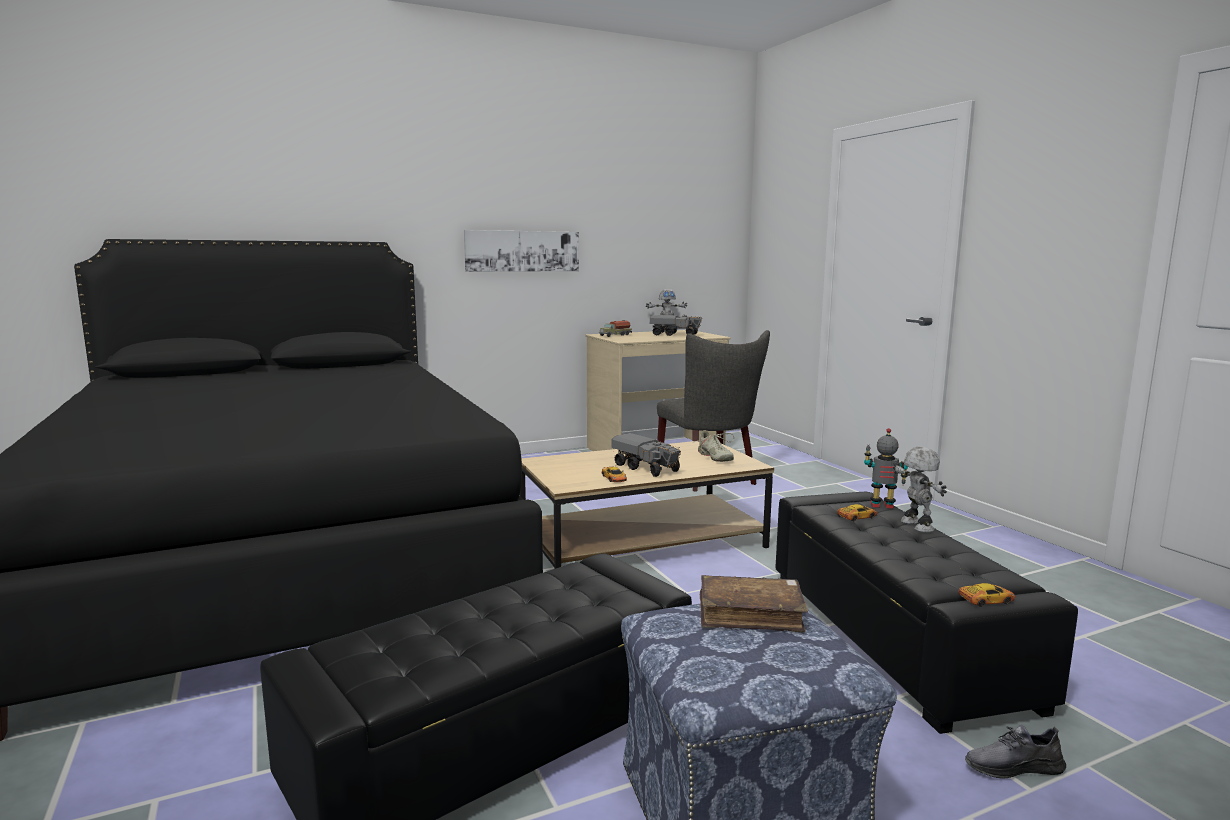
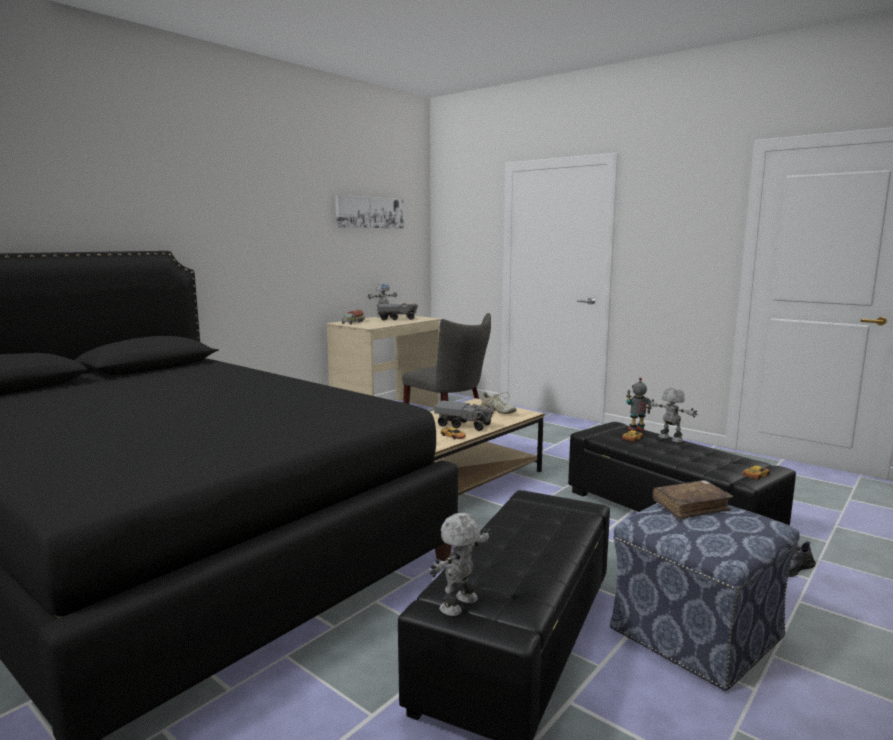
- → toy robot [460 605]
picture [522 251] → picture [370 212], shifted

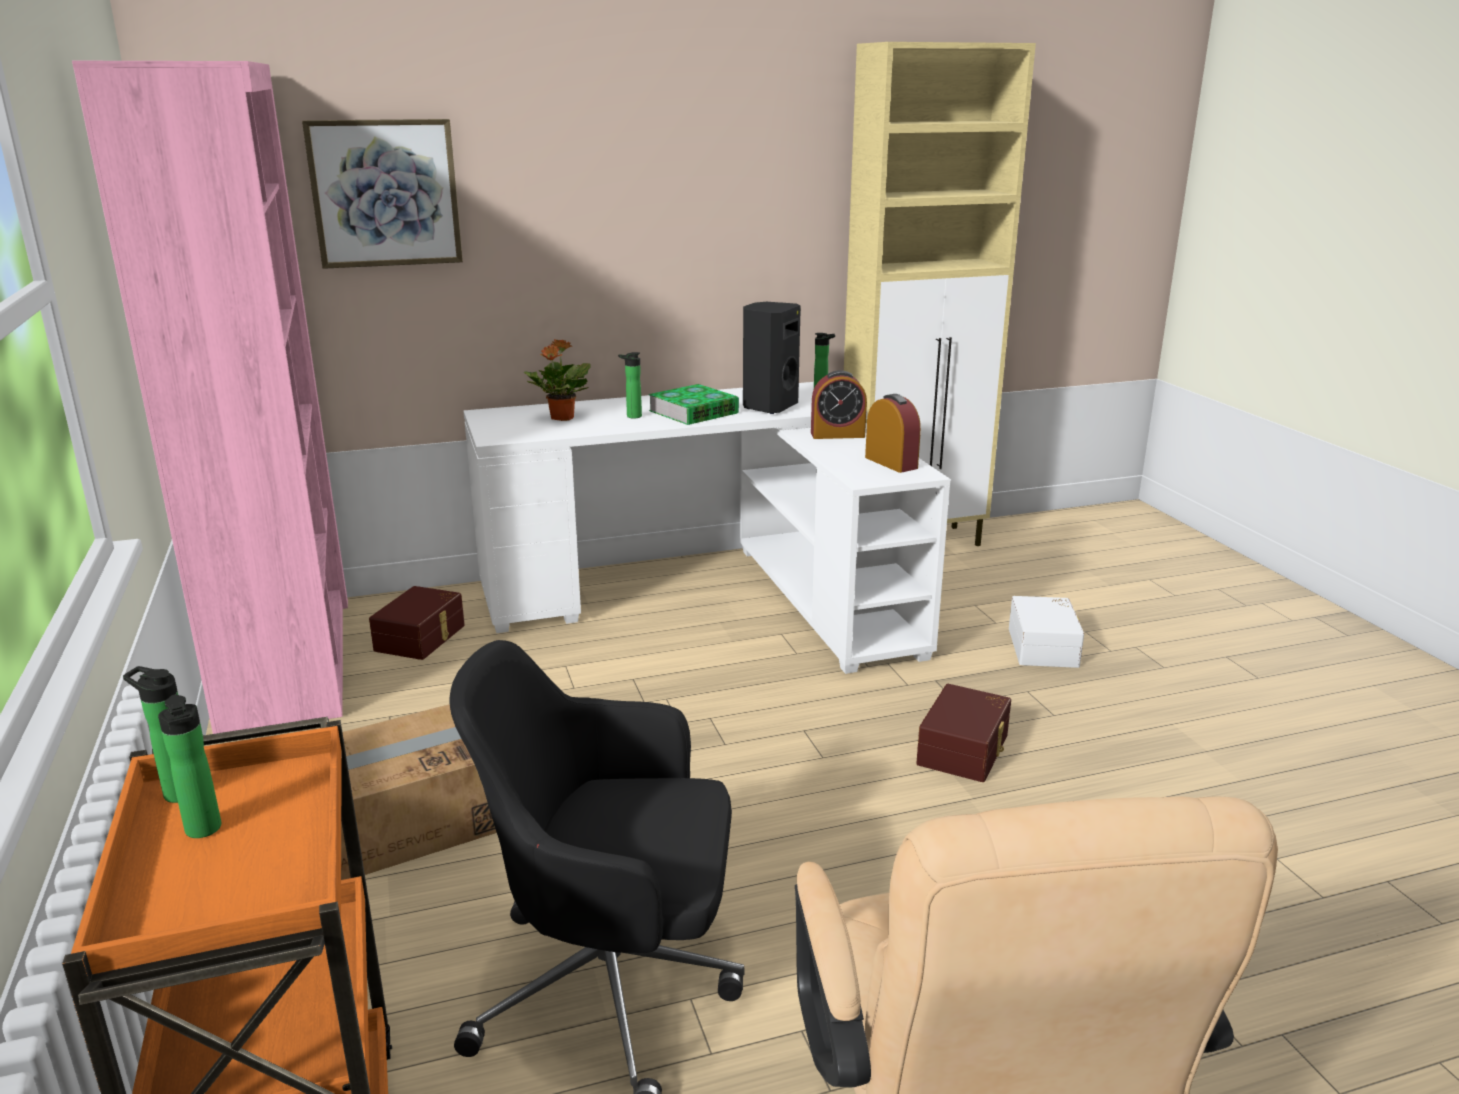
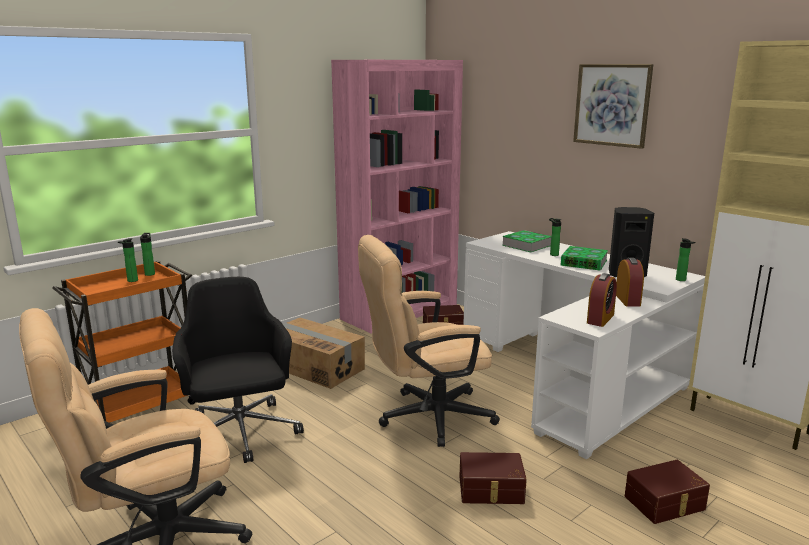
- → office chair (beige) [425 417]
picture [385 193] → picture [612 105], shifted
potted plant [561 418] → book [527 245]
storage box (white) [1045 647] → storage box (brown) [665 503]
alarm clock [837 435] → alarm clock [627 300], 150 degrees counterclockwise

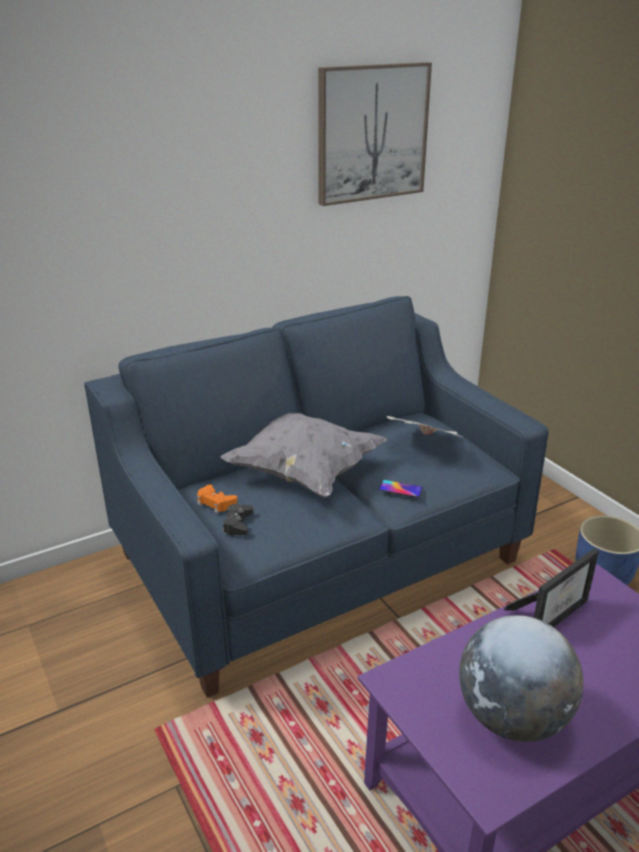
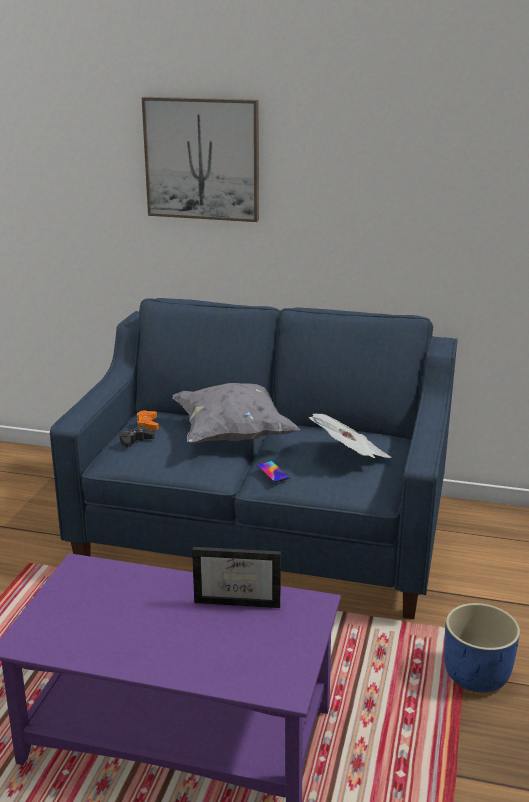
globe [512 717] → -
picture [372 133] → picture [202 159], shifted

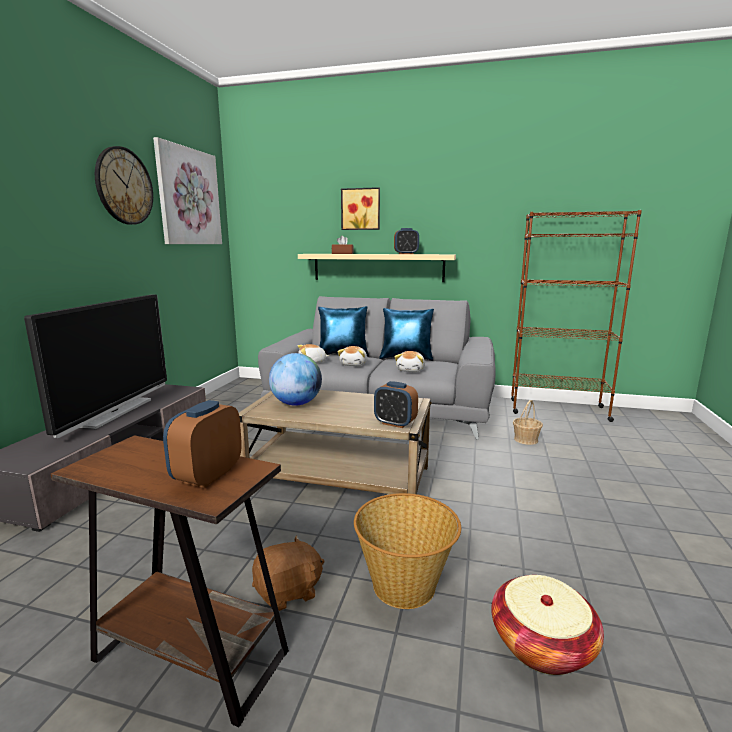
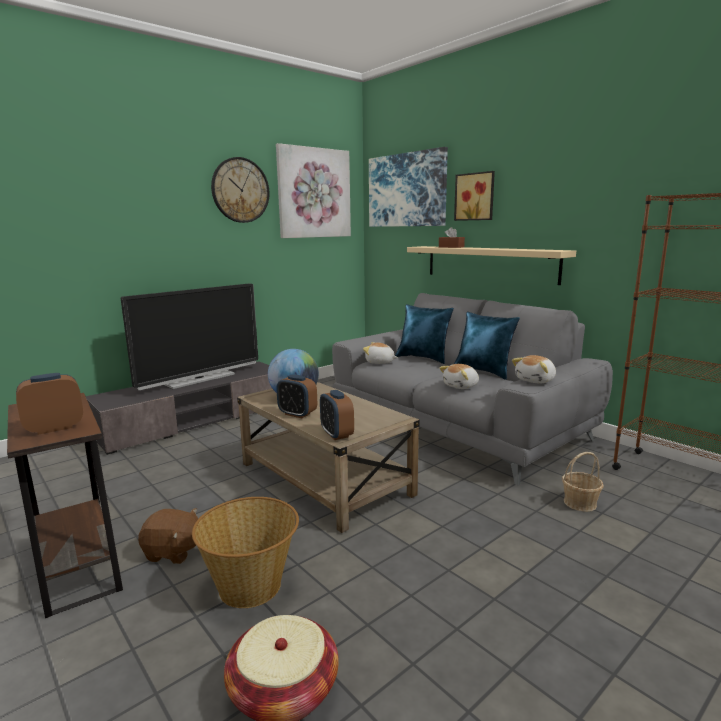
- → picture [406 190]
plush toy [354 364] → plush toy [536 380], shifted
alarm clock [406 254] → alarm clock [297 414], shifted

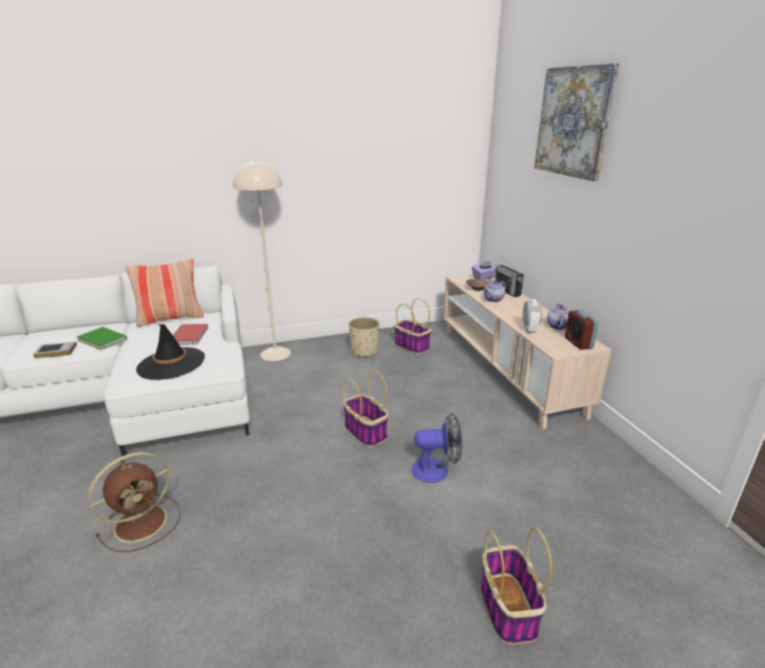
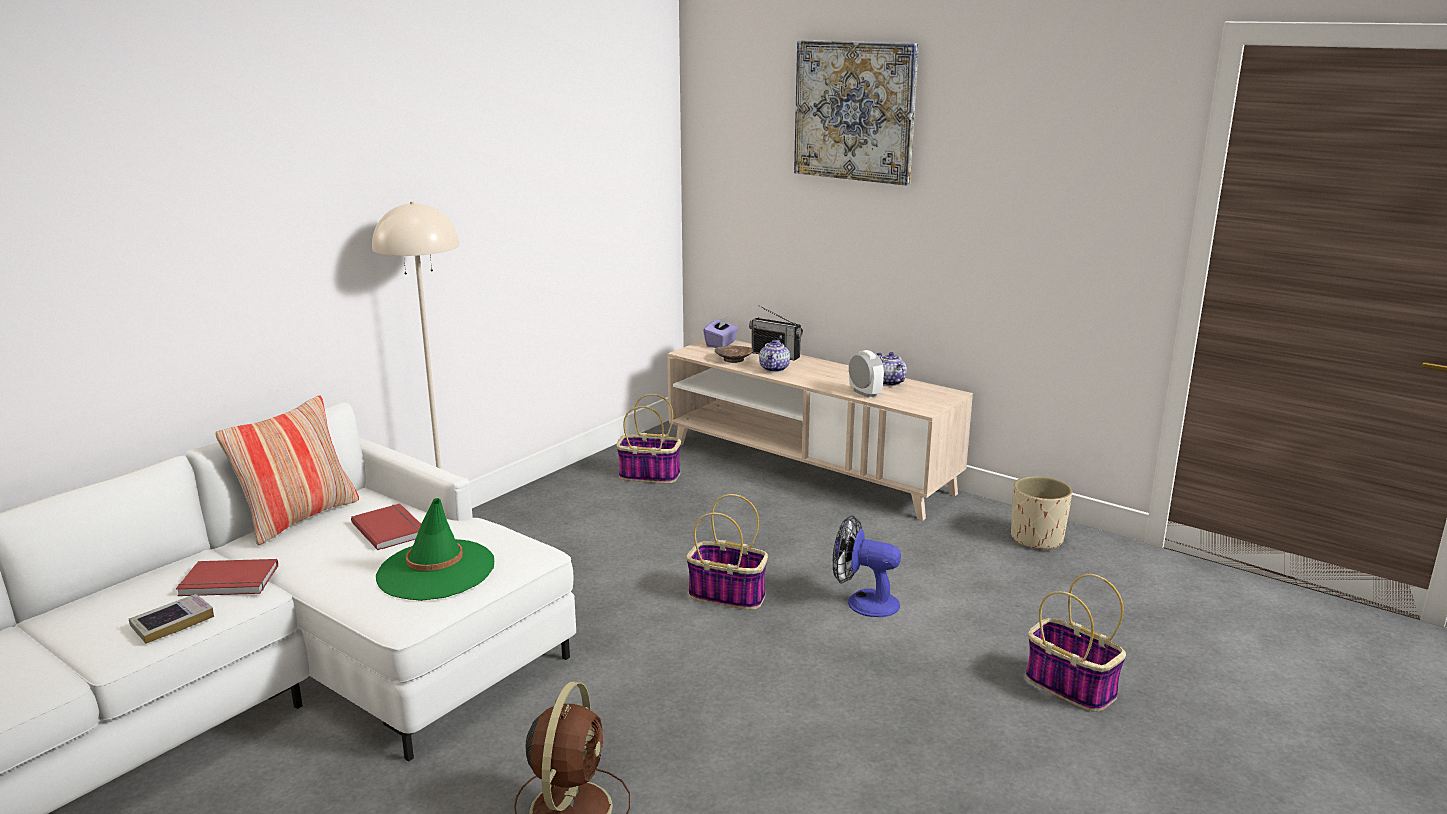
alarm clock [578 343] → -
planter (beige) [364 351] → planter (beige) [1036 539], shifted
book (green) [101 340] → book (red) [228 582]
hat (black) [171 364] → hat (green) [436 571]
fan [437 470] → fan [863 602], 120 degrees counterclockwise

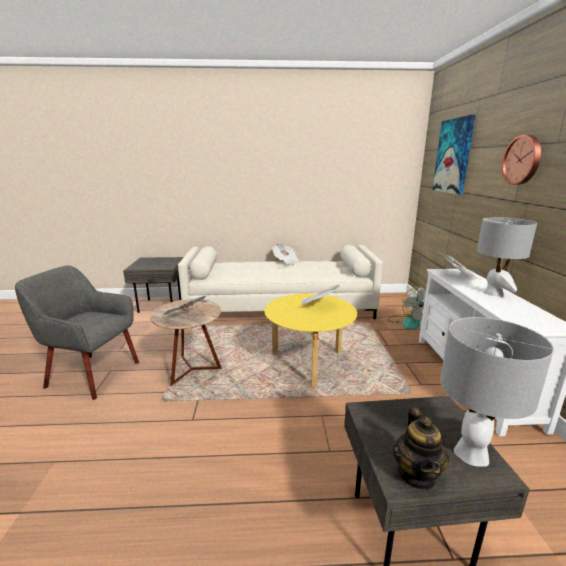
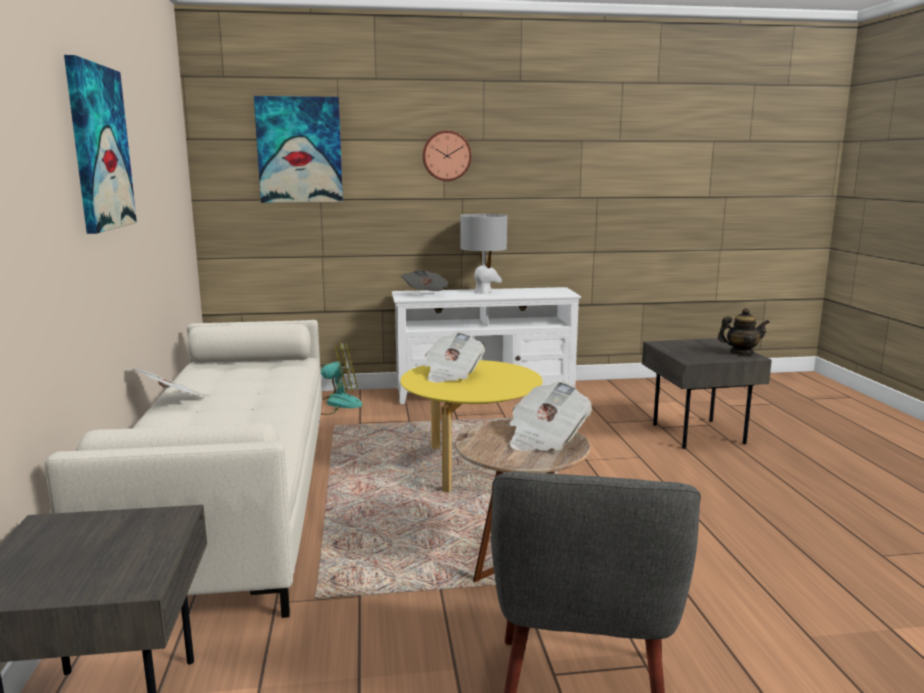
table lamp (grey) [471 453] → -
- → picture [99 148]

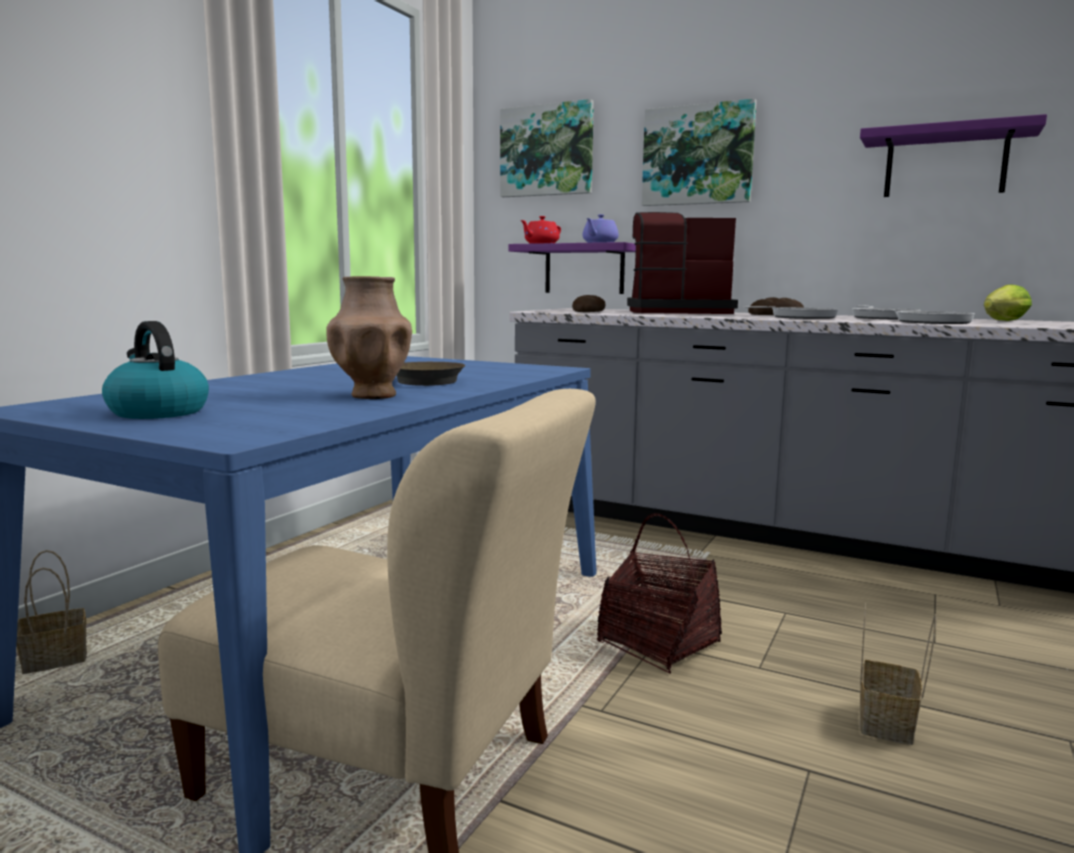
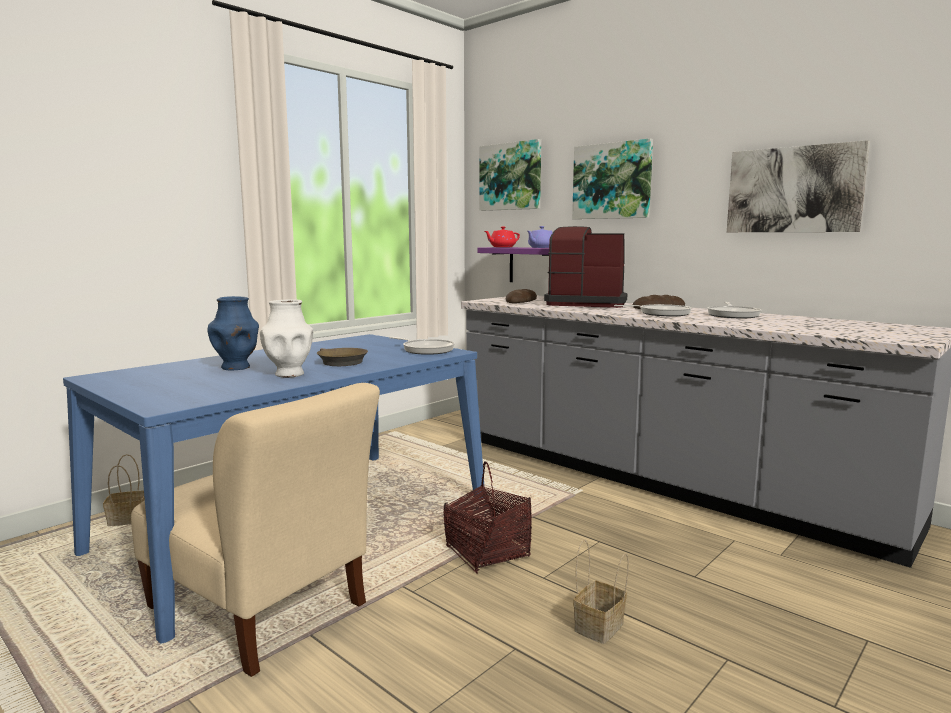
kettle [157 412] → -
lettuce [1002 321] → -
- → vase (blue) [236 367]
frying pan [927 322] → frying pan [426 350], shifted
shelf (purple) [945 164] → picture [794 190]
vase (brown) [373 395] → vase (white) [289 374]

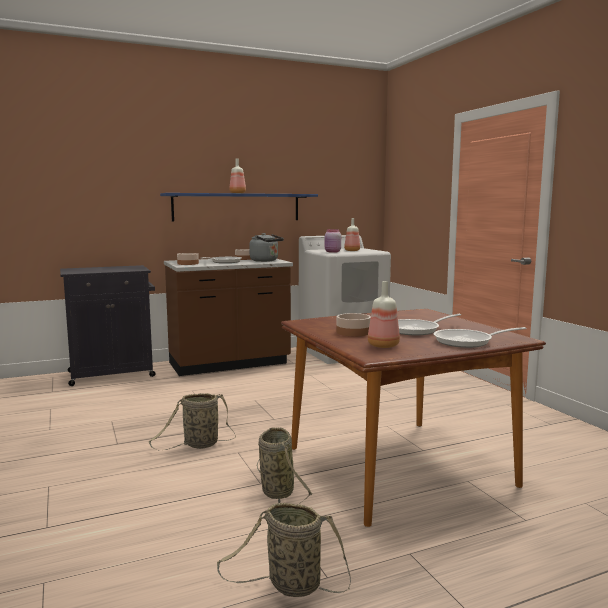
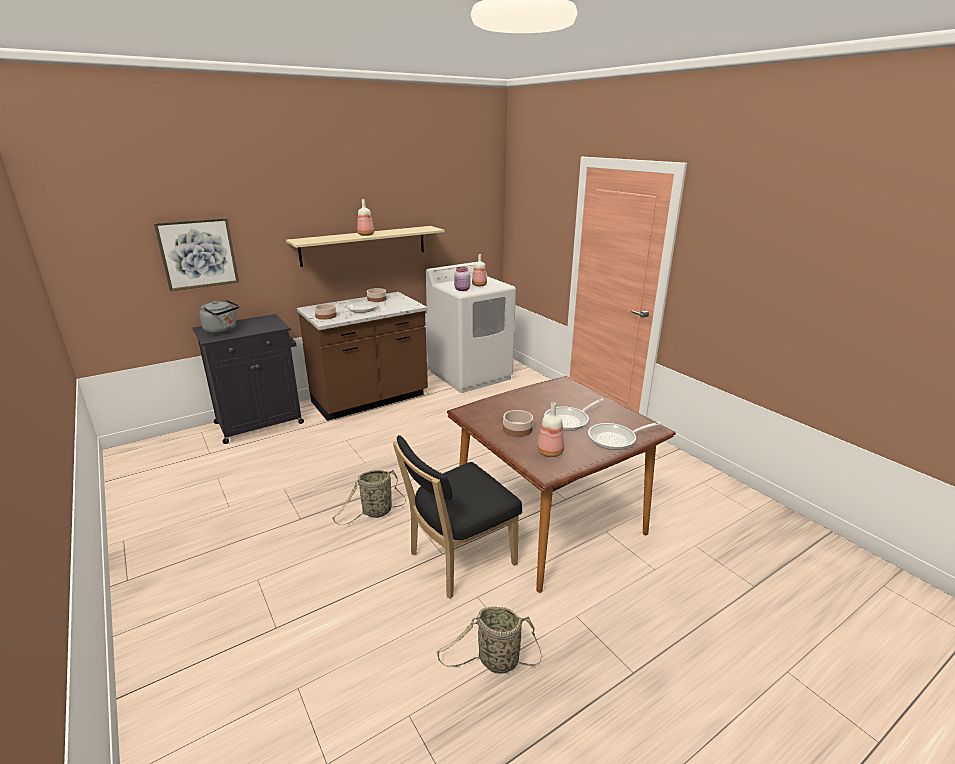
- → picture [198 253]
kettle (grey) [266 261] → kettle (grey) [222 330], shifted
basket [276 490] → chair (black) [458 560]
shelf (blue) [237 207] → shelf (beige) [364 245]

